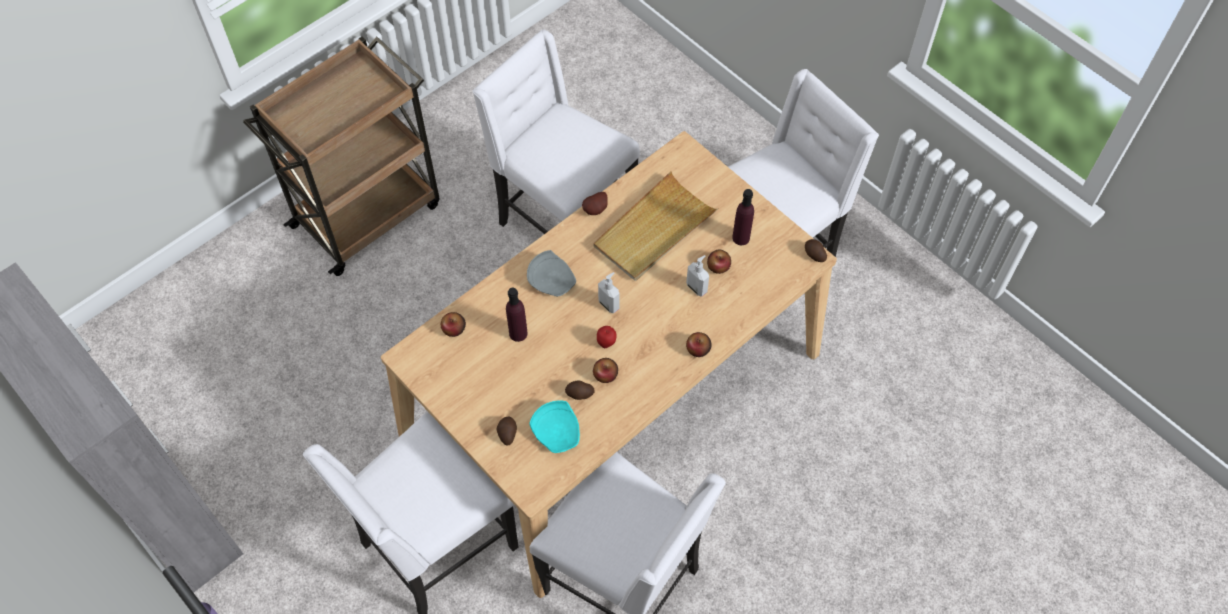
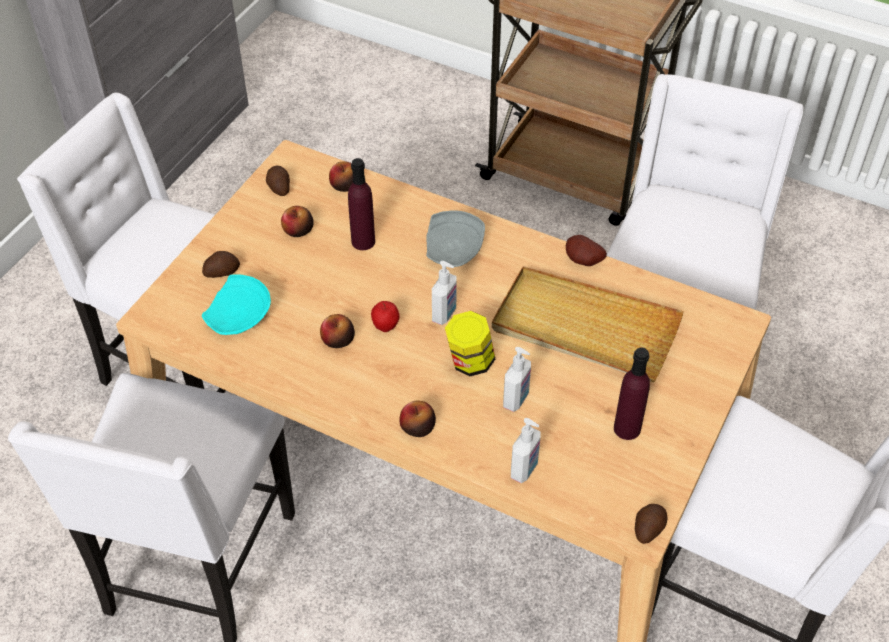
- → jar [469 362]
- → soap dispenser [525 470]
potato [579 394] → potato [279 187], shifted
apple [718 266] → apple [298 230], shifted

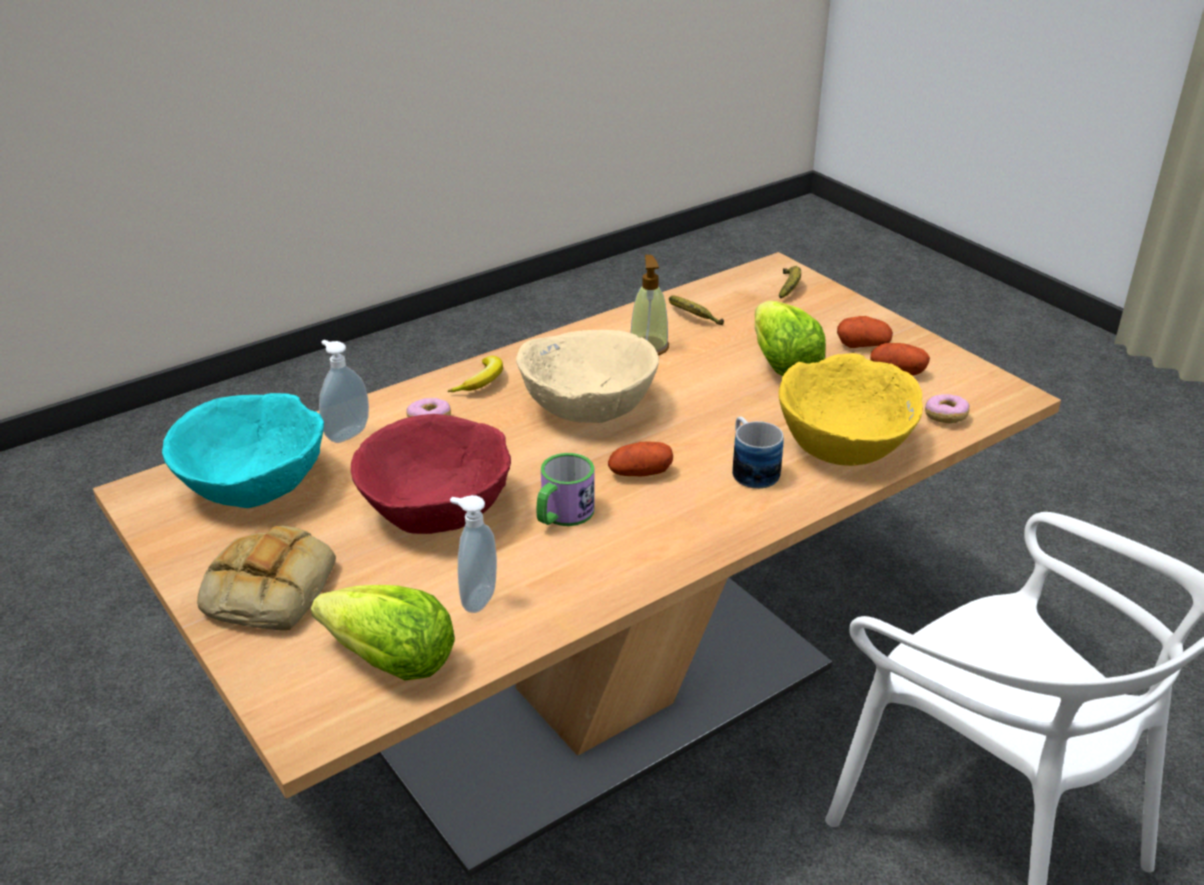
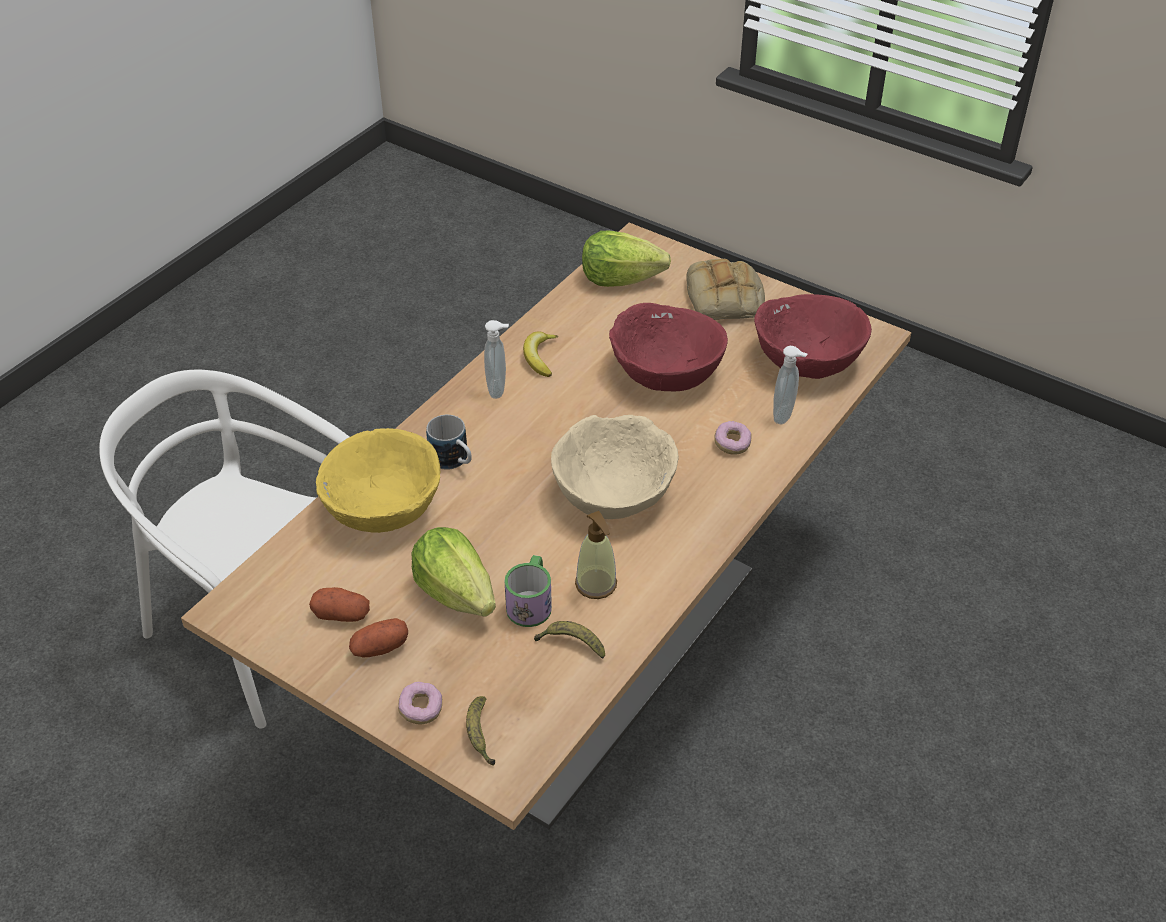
potato [640 473] → -
banana [482 381] → banana [540 357], shifted
soap dispenser [476 598] → soap dispenser [498 389], shifted
mug [562 515] → mug [531 602], shifted
donut [945 417] → donut [421 709], shifted
bowl (turquoise) [253 484] → bowl (red) [807 359]

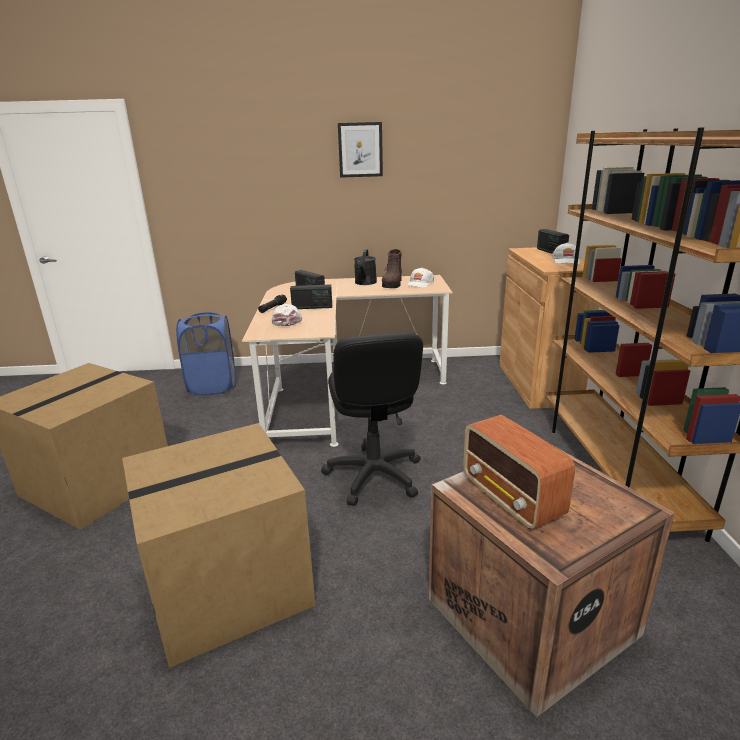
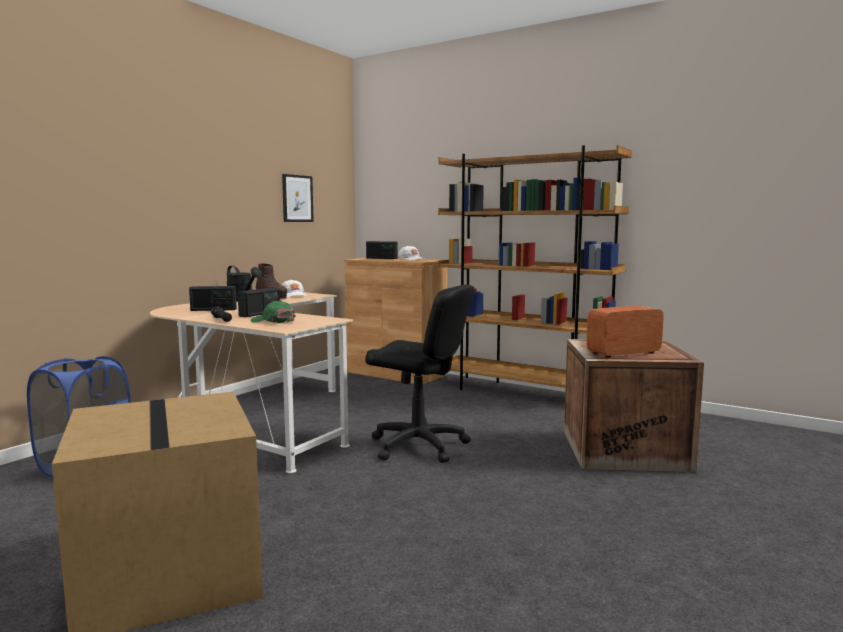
cardboard box [229 582] → -
picture [360 150] → picture [297 198], shifted
cap (white) [286 321] → cap (green) [273 321]
radio [512 498] → radio [622 353], 150 degrees clockwise

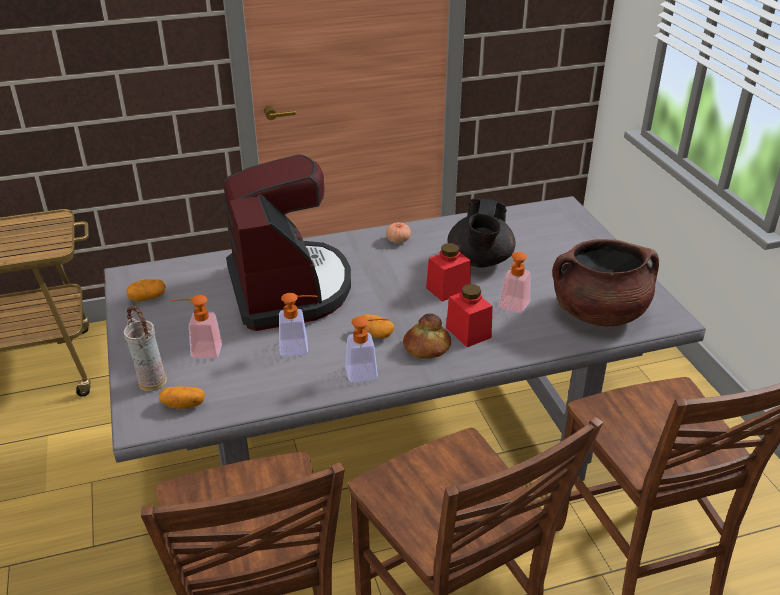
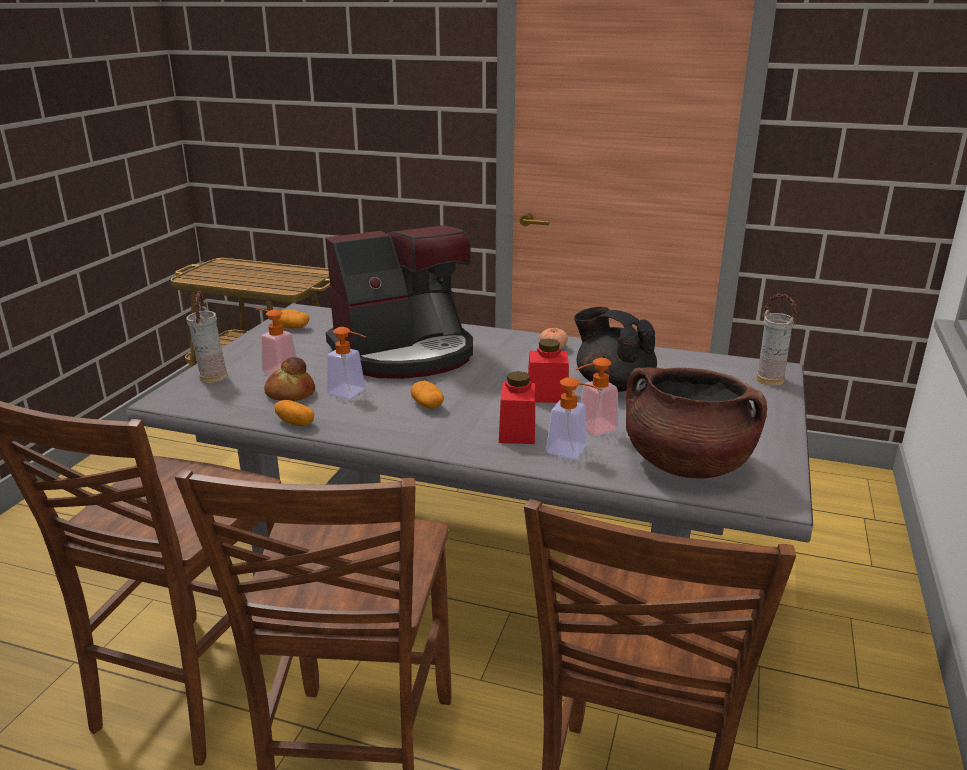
- → vase [769 381]
potato [183 405] → potato [295 422], shifted
soap dispenser [367 372] → soap dispenser [573 452], shifted
bread [426 347] → bread [290 393], shifted
coffee machine [289 289] → coffee machine [405 353], 45 degrees clockwise
teapot (black) [480 261] → teapot (black) [613 384], 90 degrees clockwise

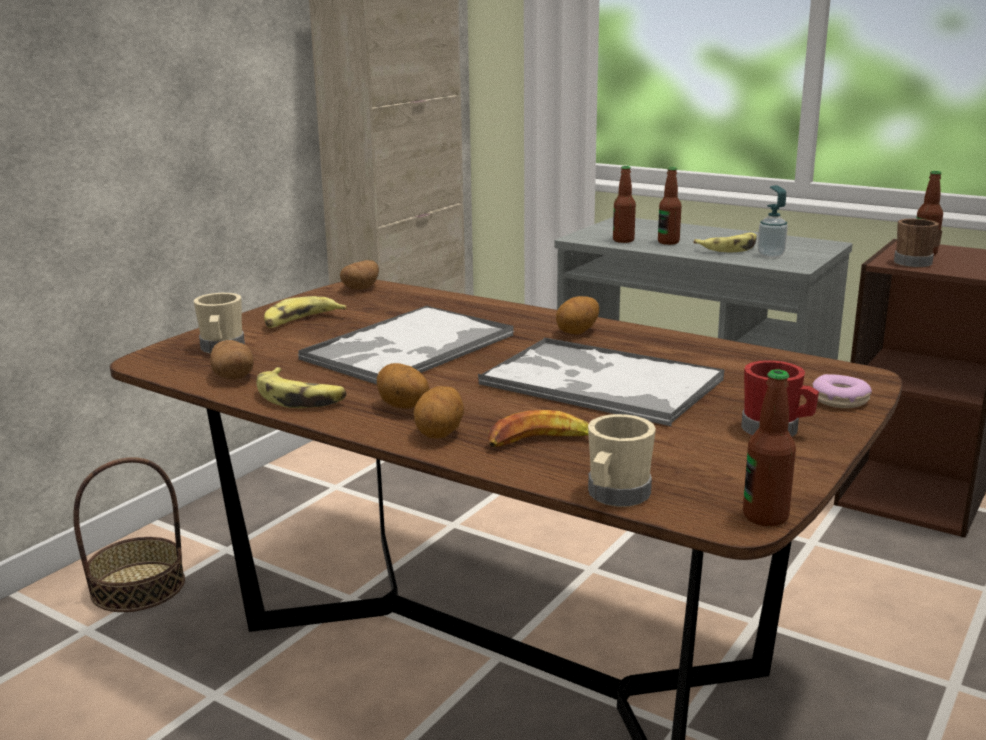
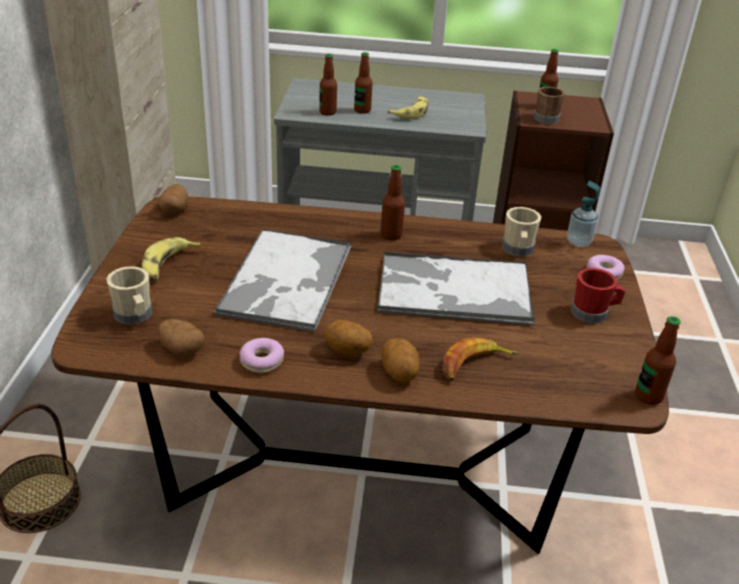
mug (beige) [615 496] → mug (beige) [518 250], shifted
soap dispenser [770 255] → soap dispenser [578 242], shifted
banana [300 398] → donut [262 361]
potato [578 332] → bottle [391 235]

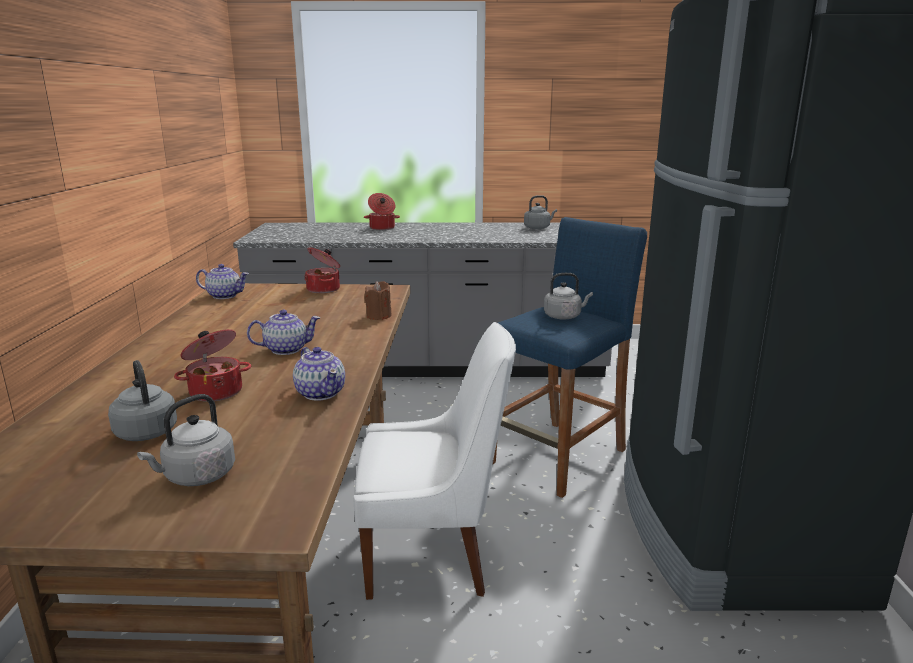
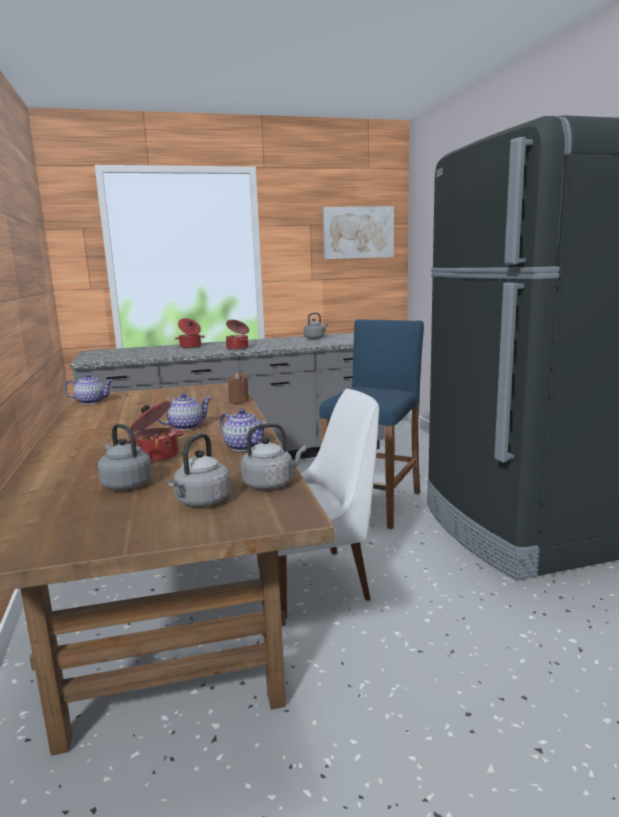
- → picture [358 232]
cooking pot [324 289] → cooking pot [238 348], shifted
kettle (grey) [564 316] → kettle (grey) [271 484], shifted

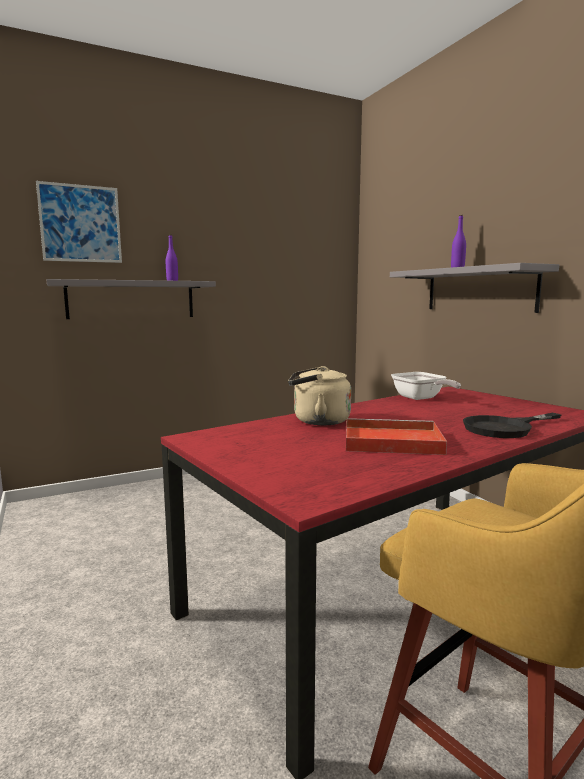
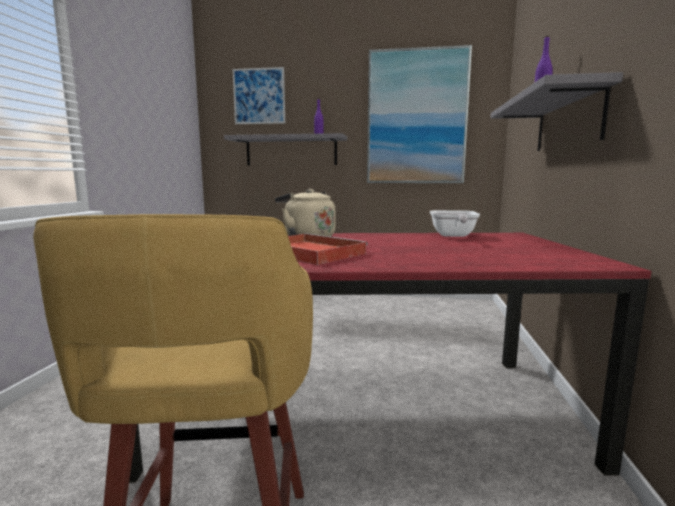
frying pan (black) [505 428] → -
- → picture [416 118]

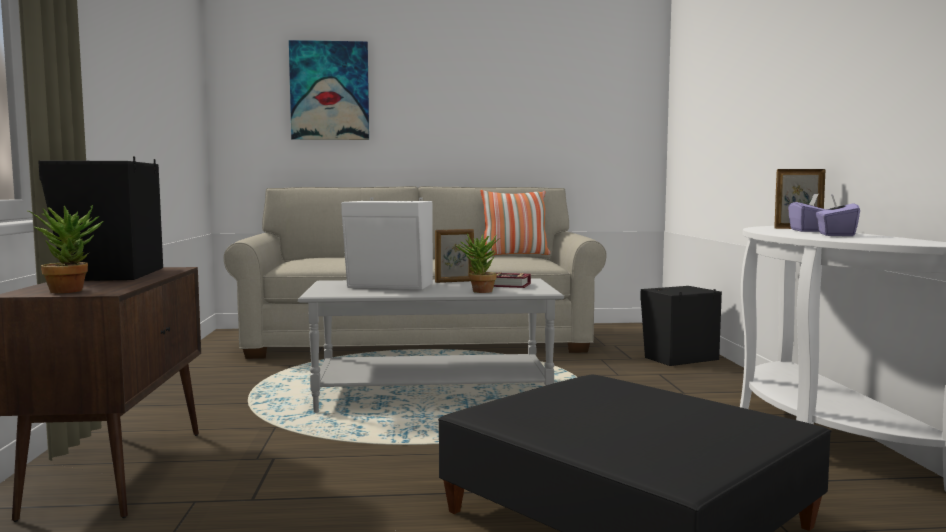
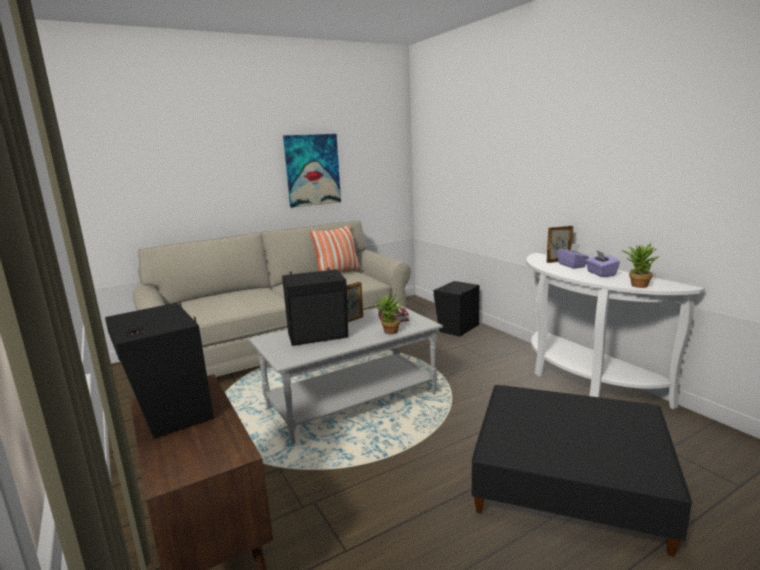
potted plant [71 290] → potted plant [637 285], shifted
picture [329 91] → picture [312 170], shifted
speaker (white) [391 286] → speaker (black) [319 336]

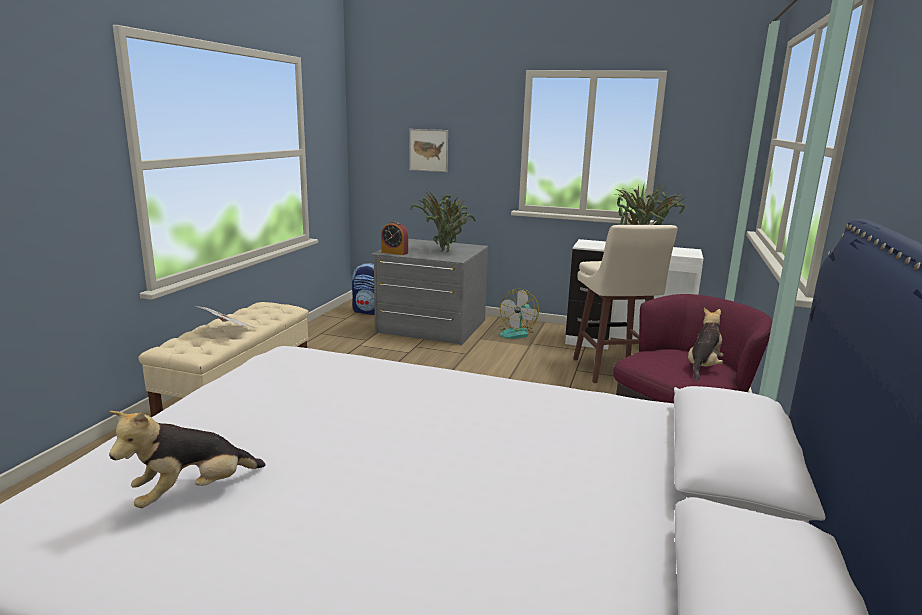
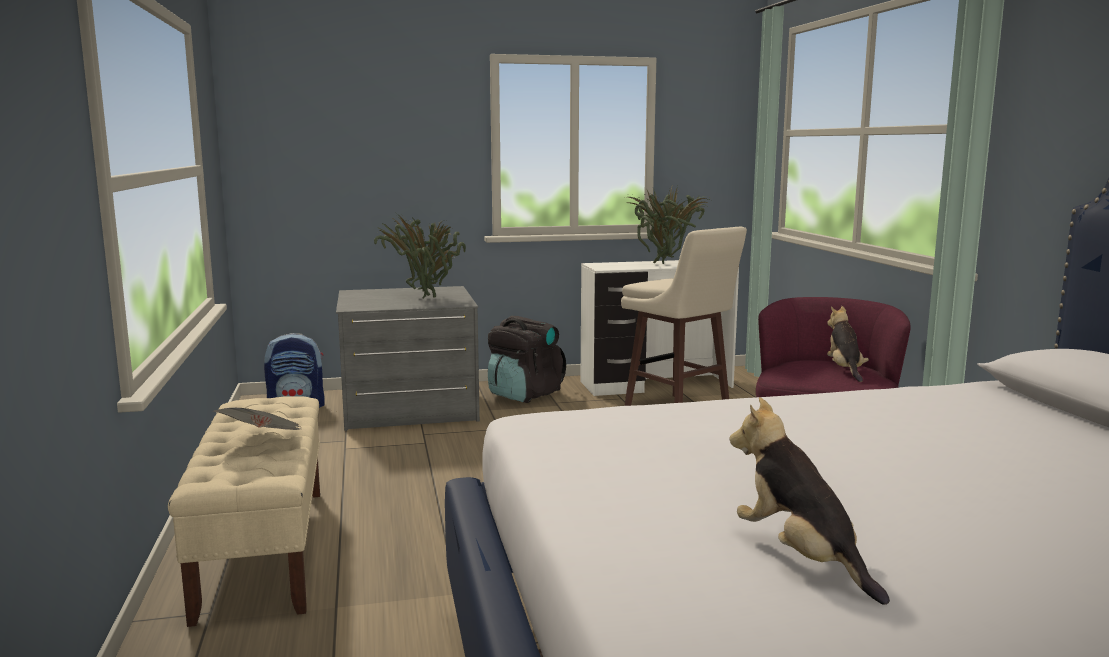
alarm clock [394 252] → -
picture [428 150] → -
fan [517 333] → backpack (black) [524 395]
plush toy [192 493] → plush toy [800 557], 135 degrees clockwise

